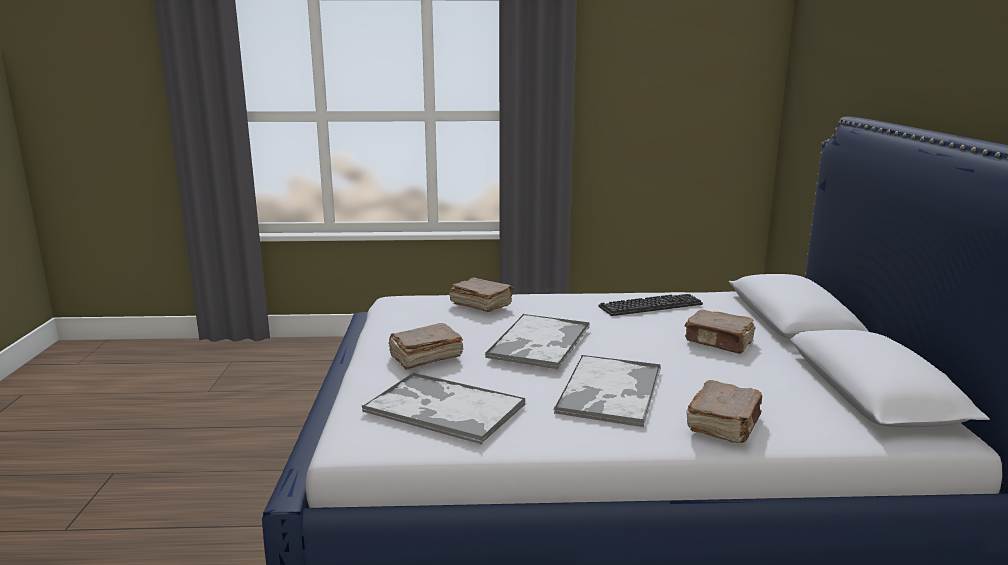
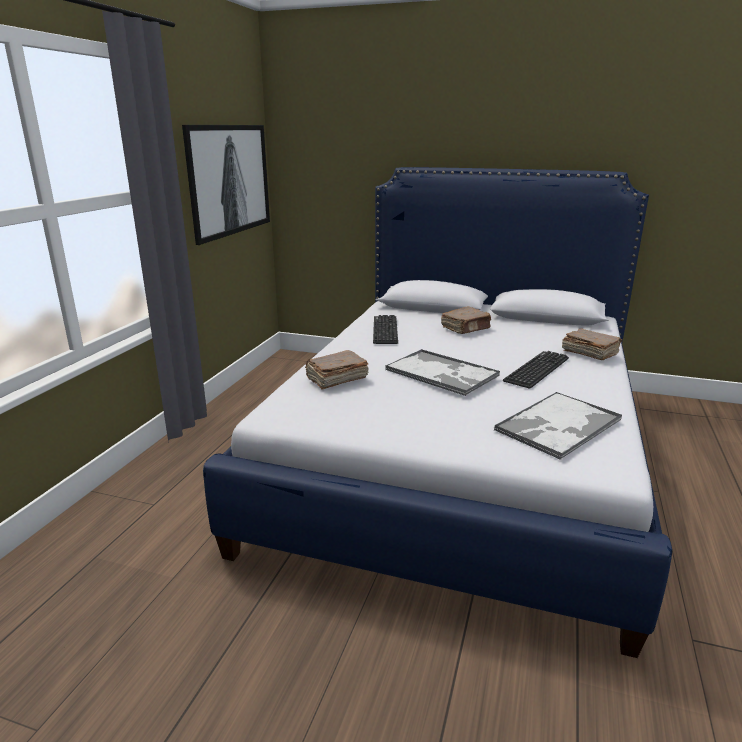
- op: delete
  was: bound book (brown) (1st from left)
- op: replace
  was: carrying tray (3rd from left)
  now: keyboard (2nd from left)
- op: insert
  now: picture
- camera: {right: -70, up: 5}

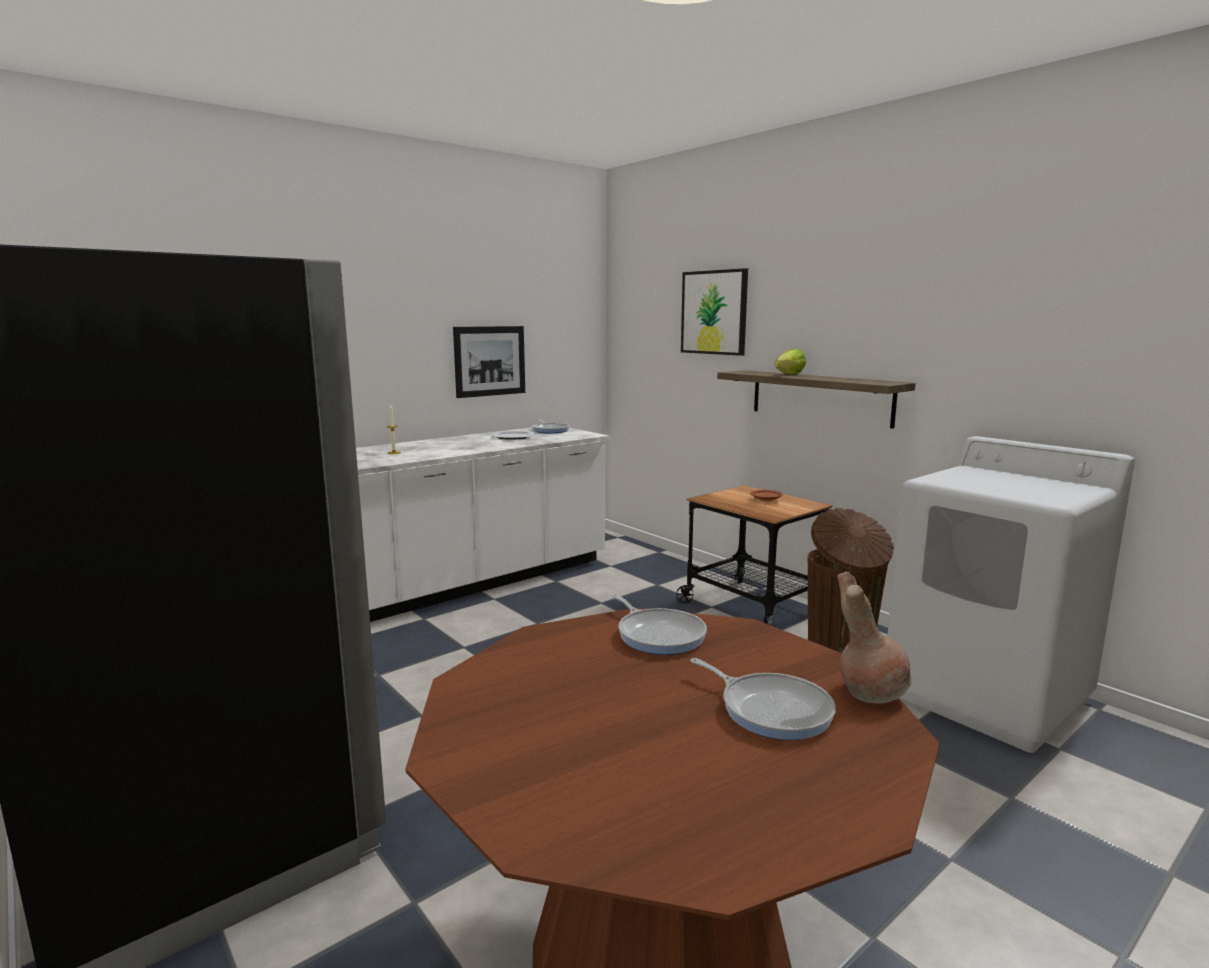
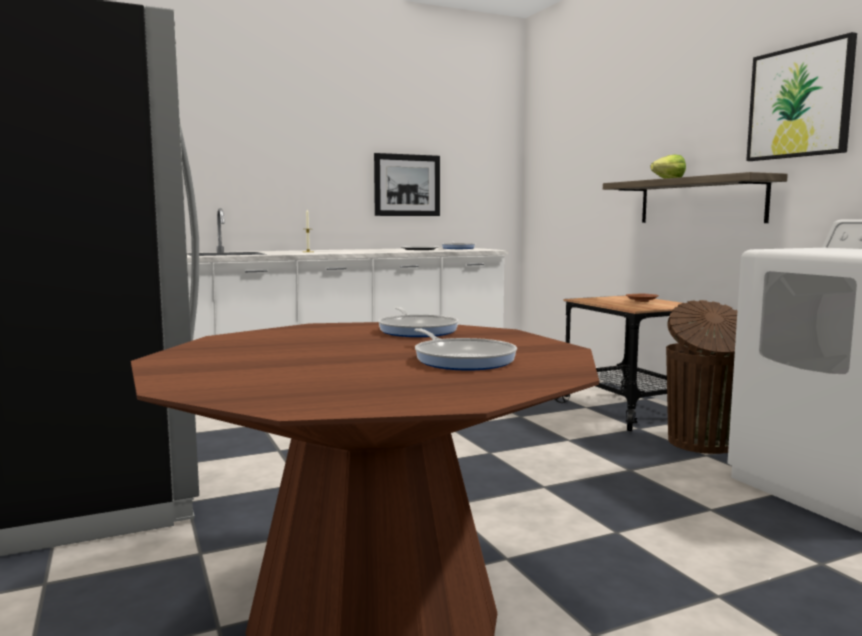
- op: move
  was: picture (2nd from left)
- op: delete
  was: decorative vase (brown)
- camera: {right: 15, up: -5}

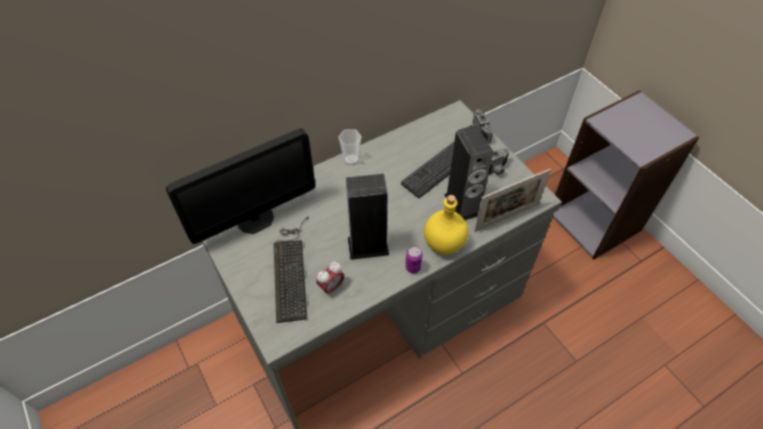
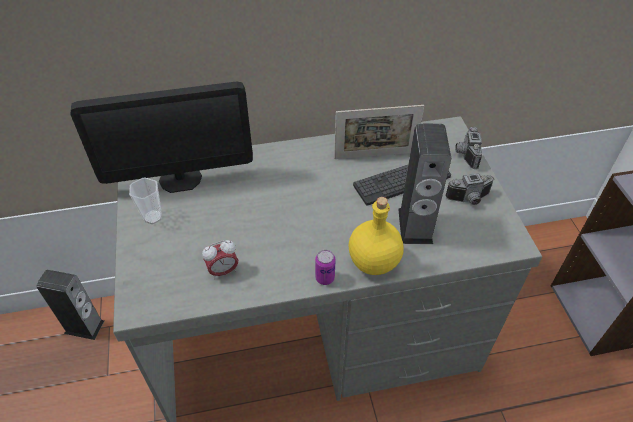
- op: delete
  was: keyboard (1st from left)
- op: move
  was: cup
- op: move
  was: loudspeaker (1st from left)
- op: move
  was: photo frame
- camera: {right: 20, up: -5}

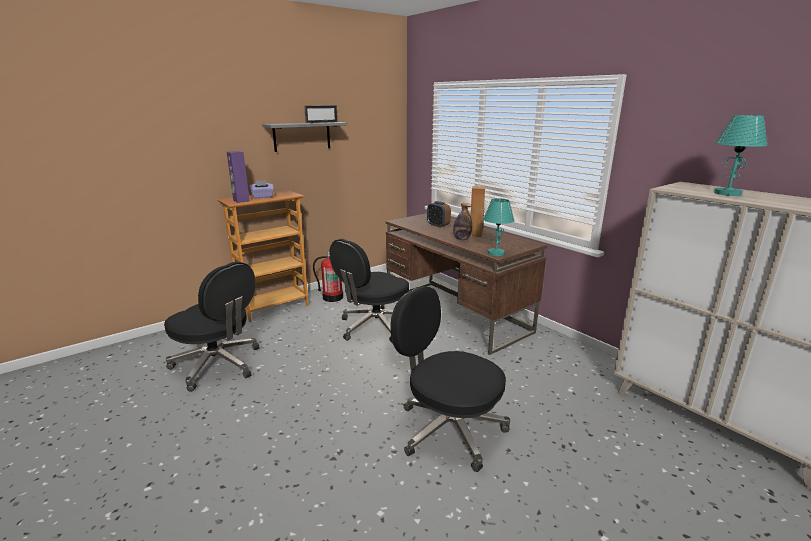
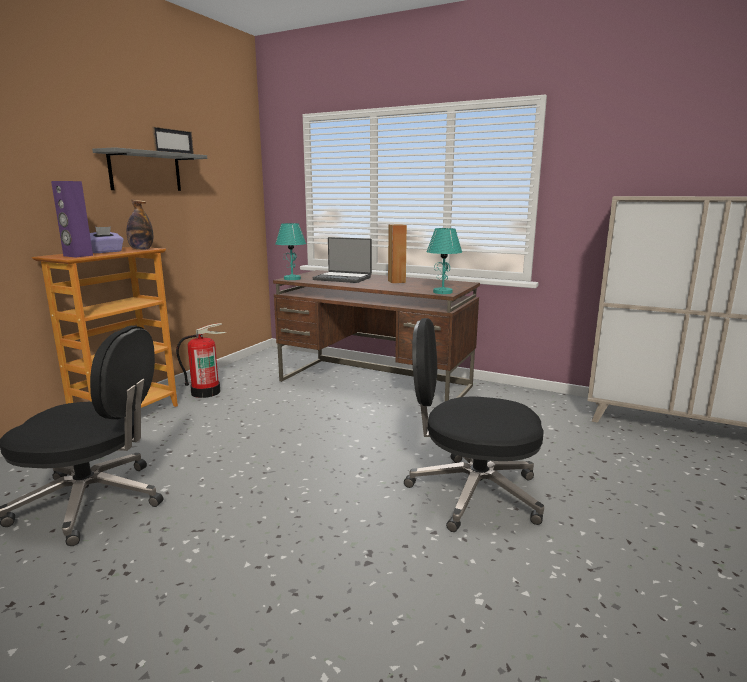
- op: delete
  was: desk chair (blackish) (2nd from left)
- op: replace
  was: bedside clock
  now: notebook computer
- op: move
  was: bottle
- op: move
  was: table lamp (turquoise-coloured) (2nd from left in the first image)
  now: table lamp (turquoise-coloured) (1st from left)
- camera: {right: -25, up: -5}

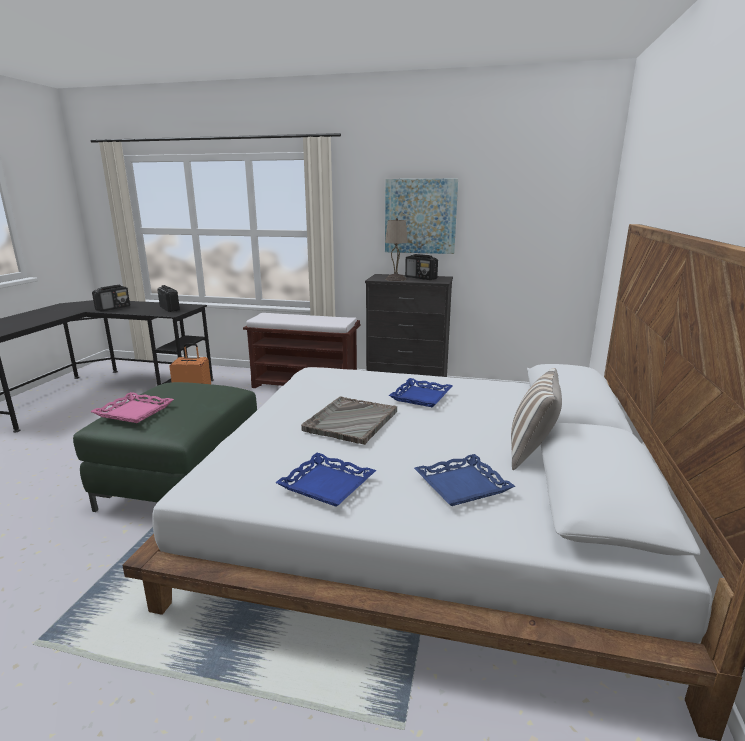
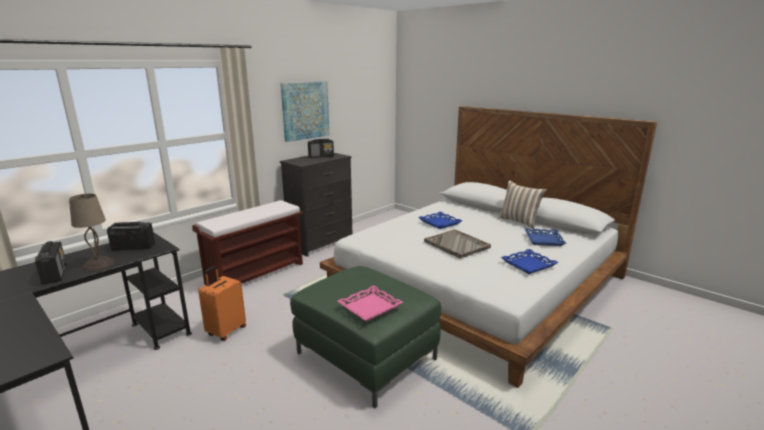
- op: move
  was: table lamp (beige)
- camera: {right: -60, up: 0}

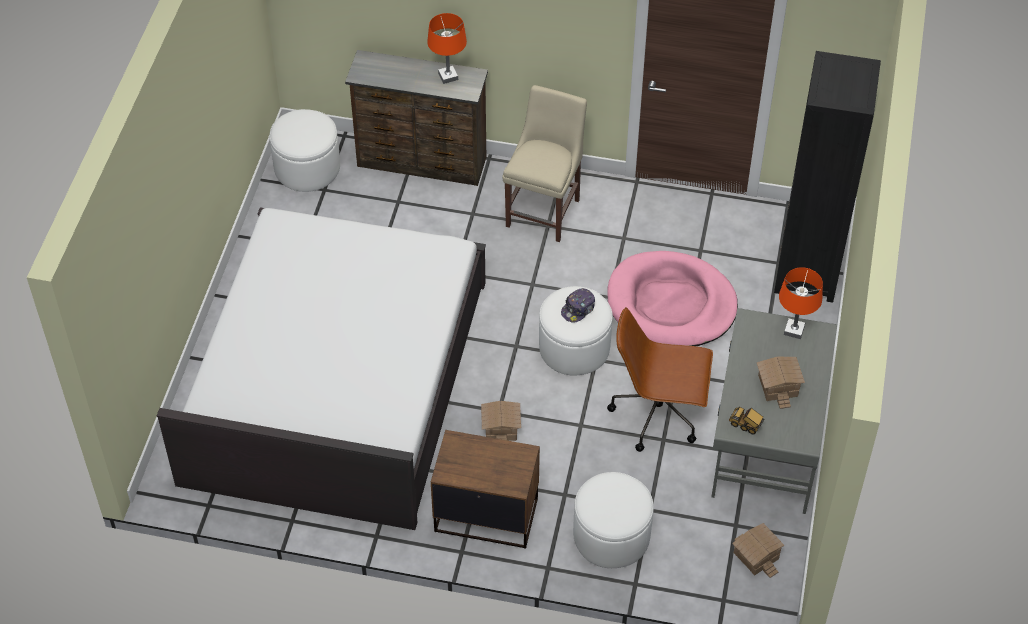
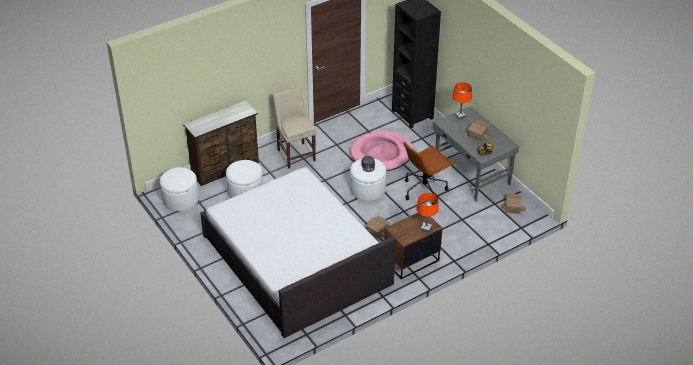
- op: move
  was: table lamp (orange) (1st from left)
- op: move
  was: footrest (white) (3rd from left in the first image)
  now: footrest (white) (2nd from left)
- camera: {right: -45, up: -10}

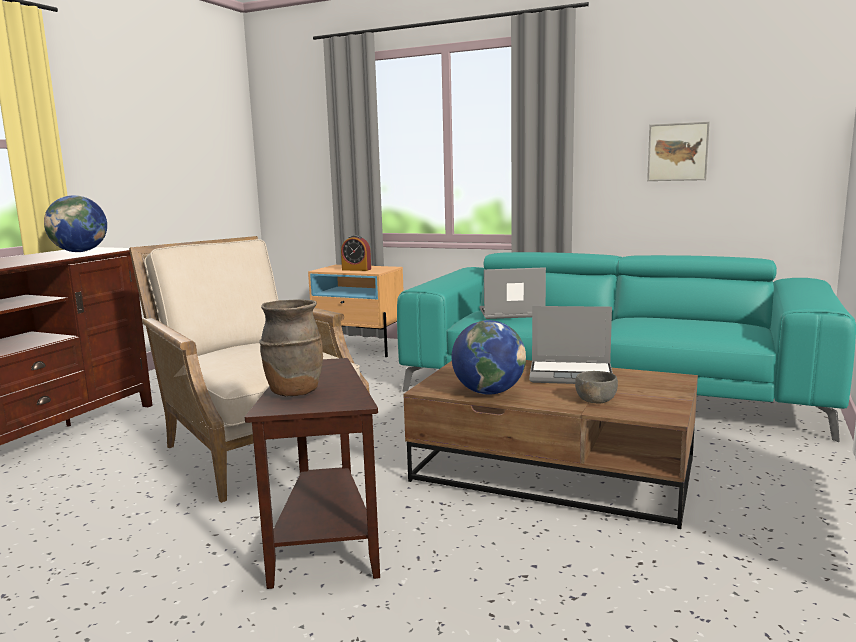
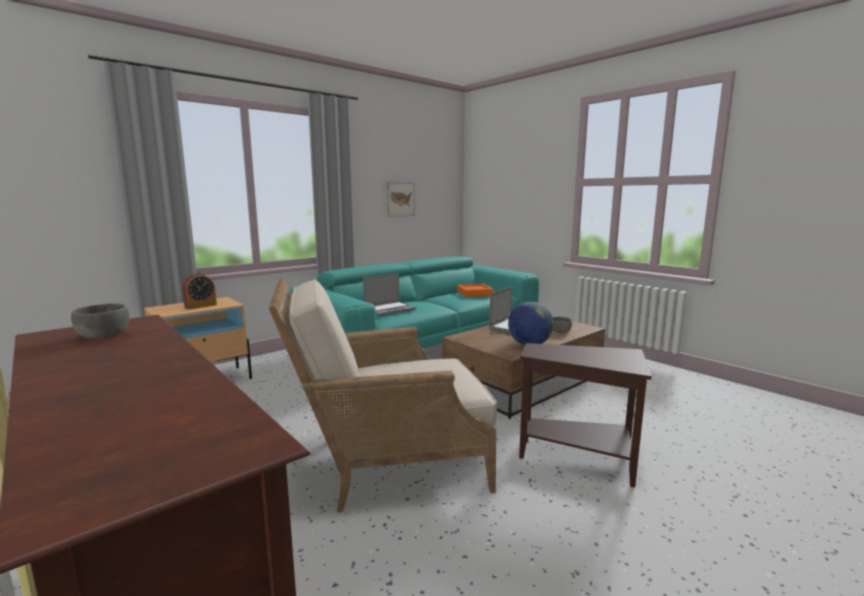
- op: replace
  was: globe (1st from left)
  now: bowl (grey) (1st from left)
- op: delete
  was: decorative vase (brown)
- op: rotate
  was: notebook computer (1st from left)
  clockwise: -150
- op: insert
  now: carrying tray (orange)
- camera: {right: -65, up: 0}

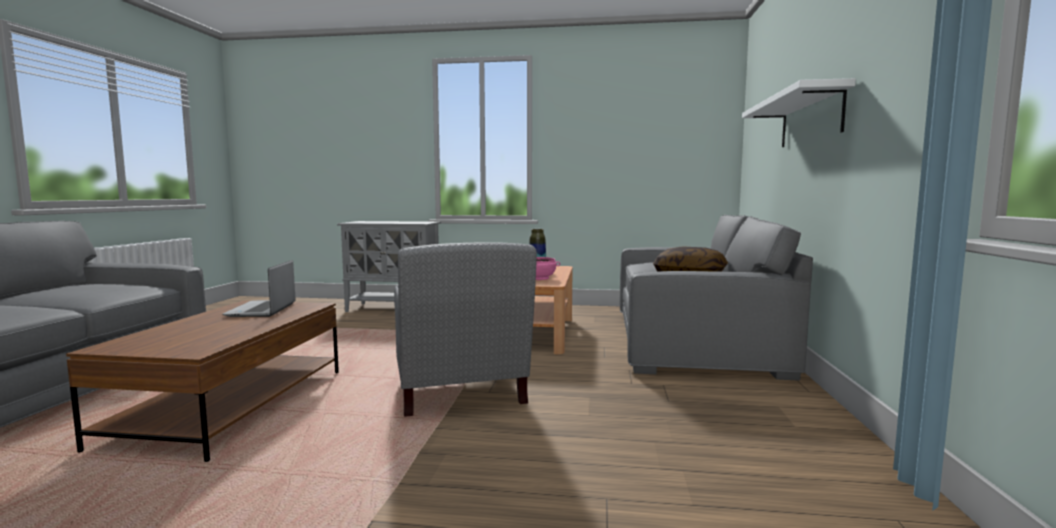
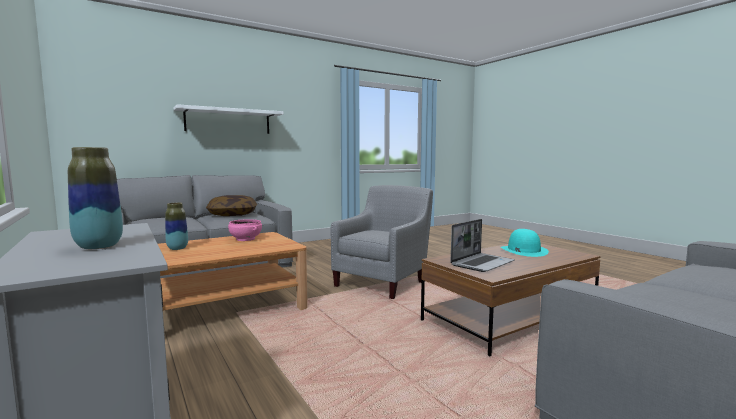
- op: insert
  now: decorative vase (1st from left)
- op: insert
  now: wearable hat (turquoise-coloured)
- camera: {right: -130, up: 0}

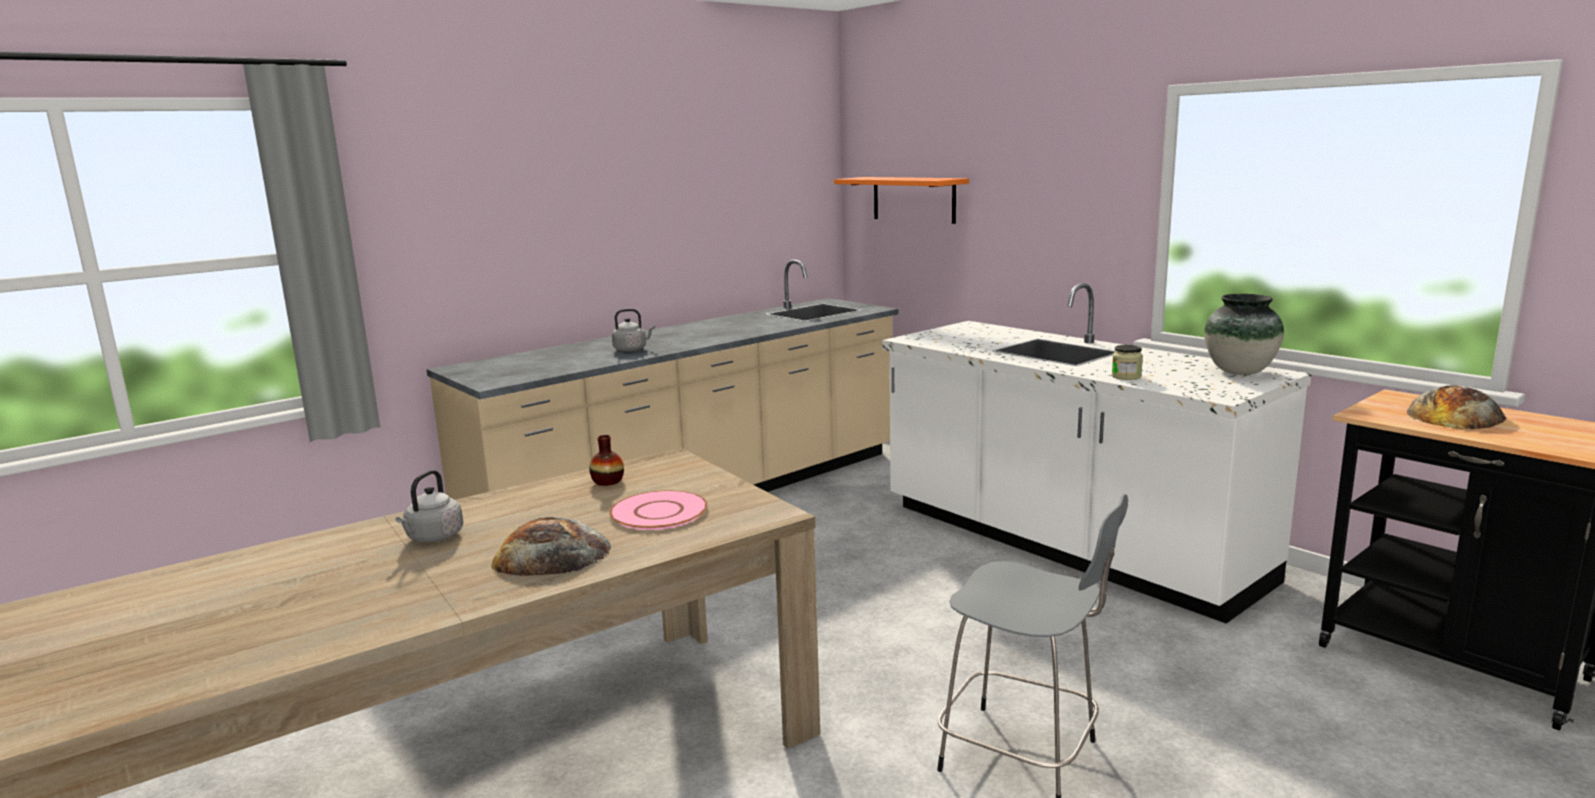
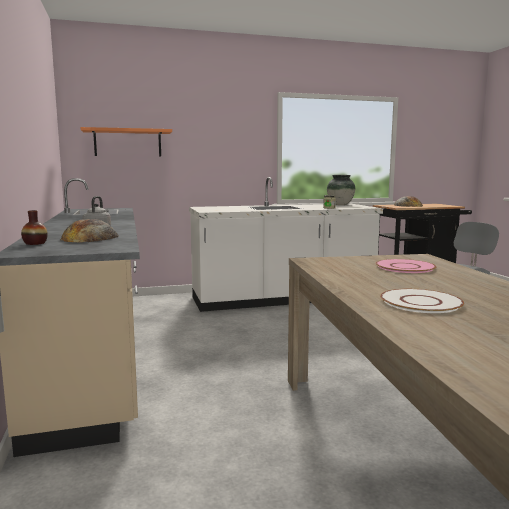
- op: replace
  was: water kettle (grey) (1st from left)
  now: flat dish (white)
- op: move
  was: bread (1st from left)
- op: move
  was: decorative vase (1st from left)
- camera: {right: -65, up: -5}

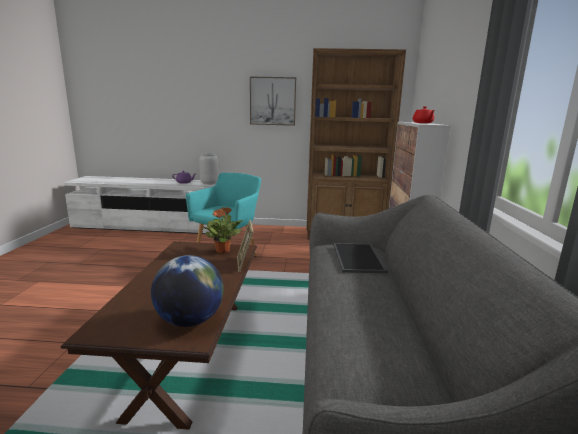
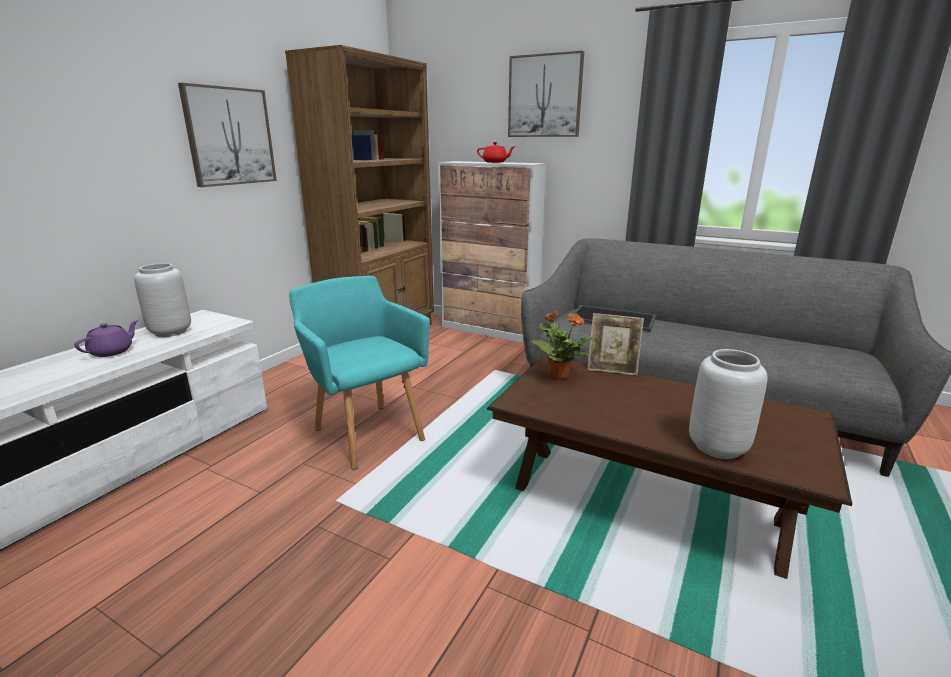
- op: delete
  was: globe
- op: insert
  now: picture (2nd from left)
- op: insert
  now: decorative vase (grey) (2nd from left)
- camera: {right: -65, up: 5}

